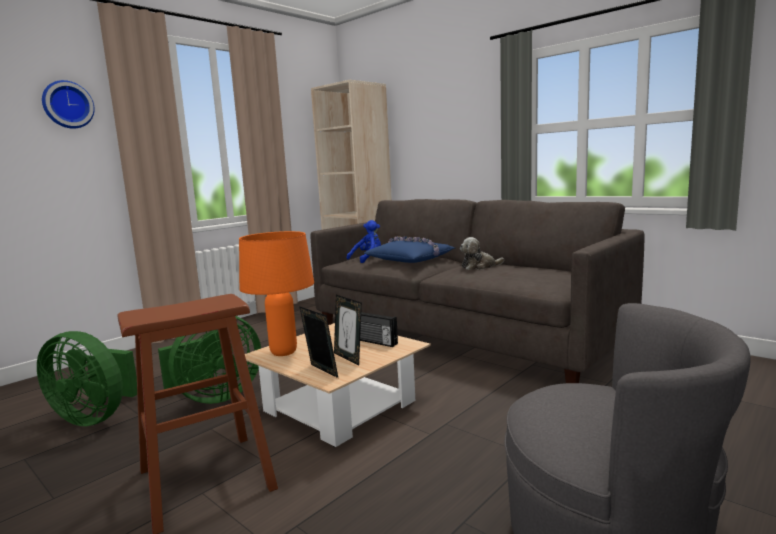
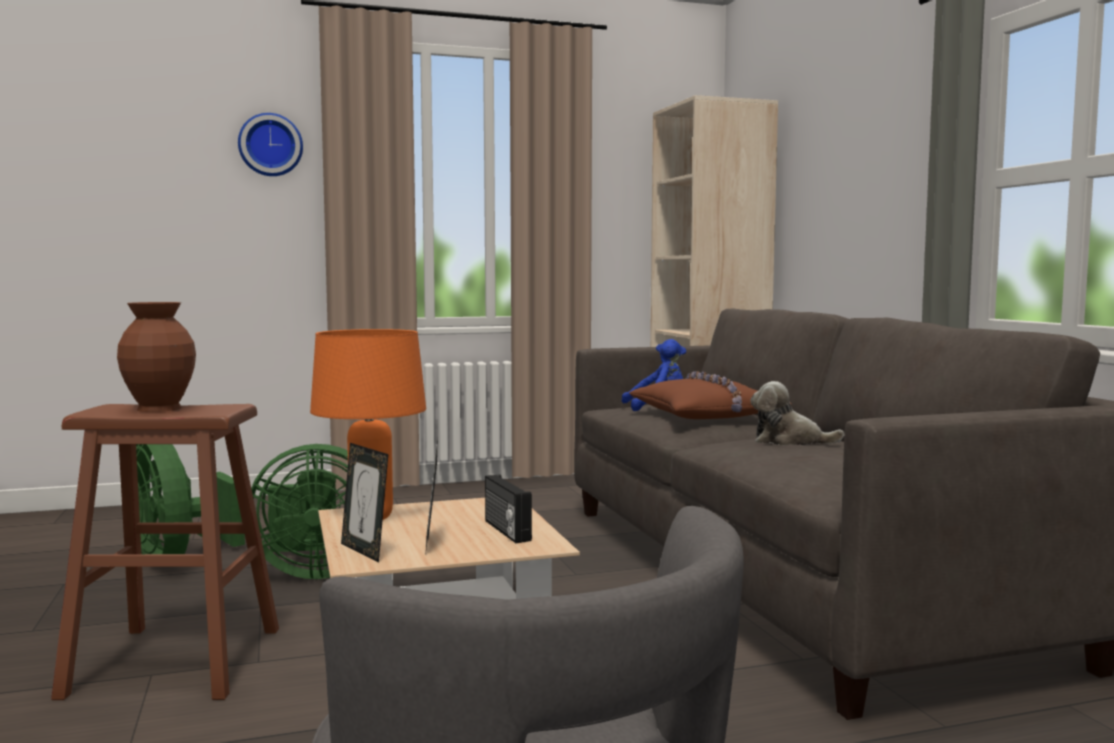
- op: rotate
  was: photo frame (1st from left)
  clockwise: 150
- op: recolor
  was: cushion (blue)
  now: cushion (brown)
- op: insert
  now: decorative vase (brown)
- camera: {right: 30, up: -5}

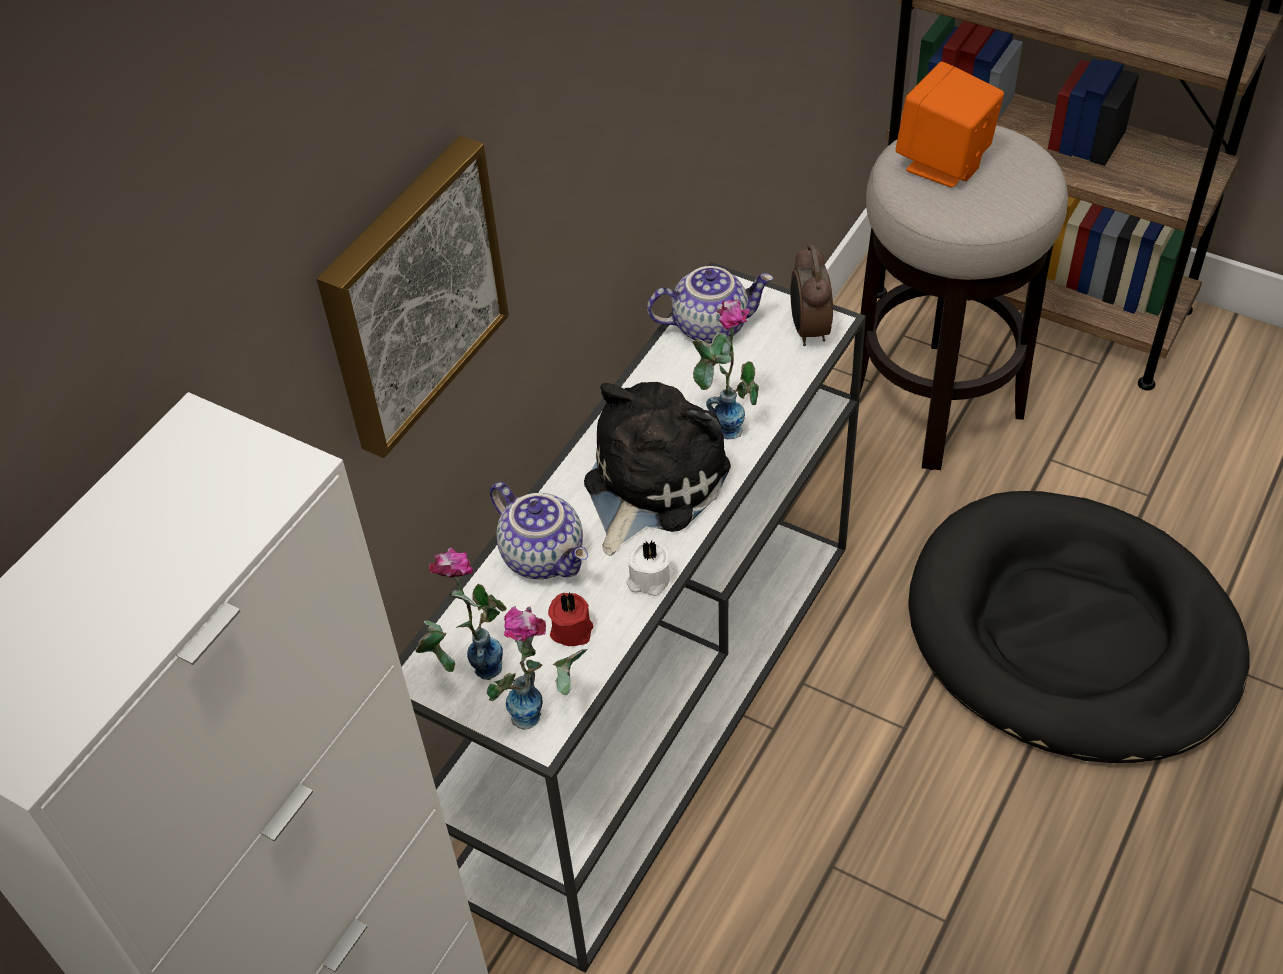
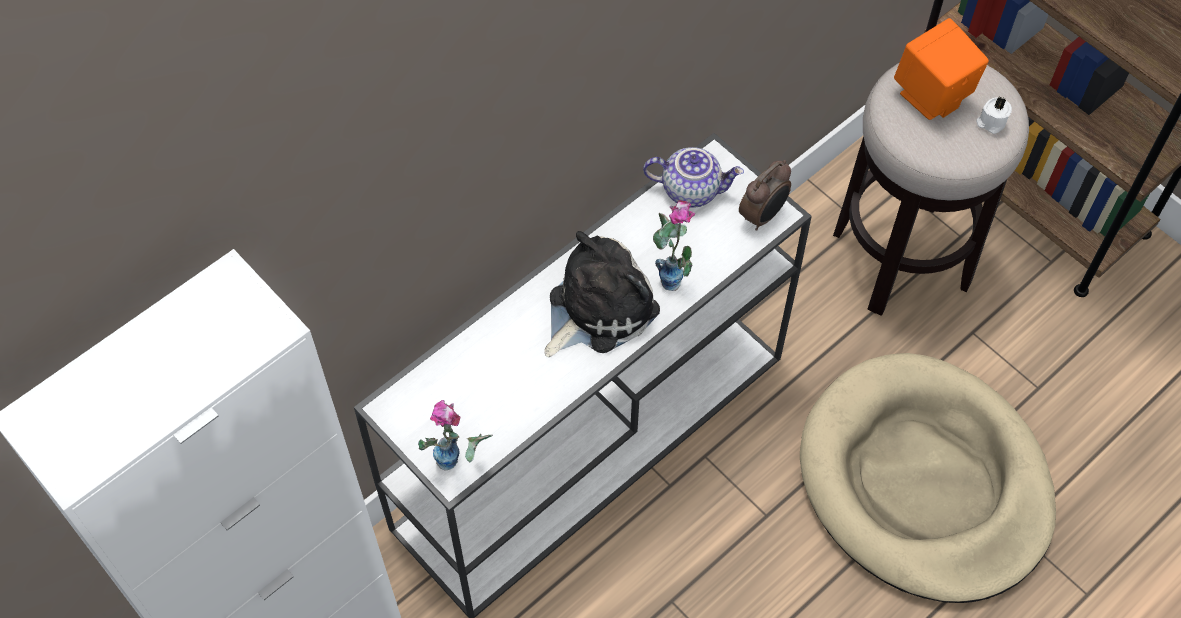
- op: delete
  was: picture
- op: delete
  was: decorative vase (1st from left)
- op: delete
  was: tea pot (1st from left)
- op: delete
  was: candle (reddish)
- op: move
  was: candle (white)
- op: rotate
  was: bedside clock
  clockwise: -150
- op: recolor
  was: pet bed (blackish)
  now: pet bed (beige)
- camera: {right: 15, up: 10}

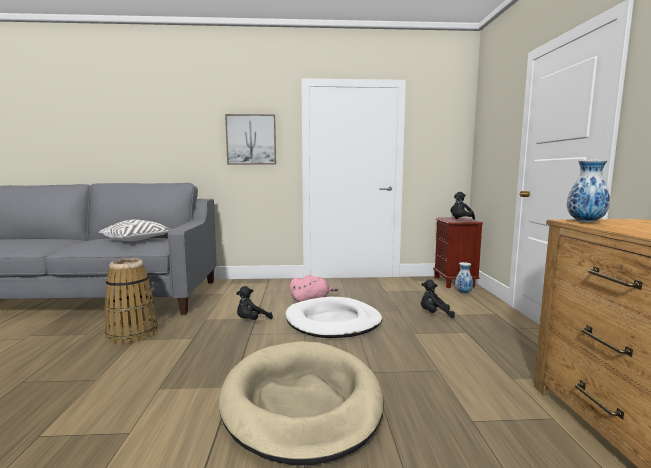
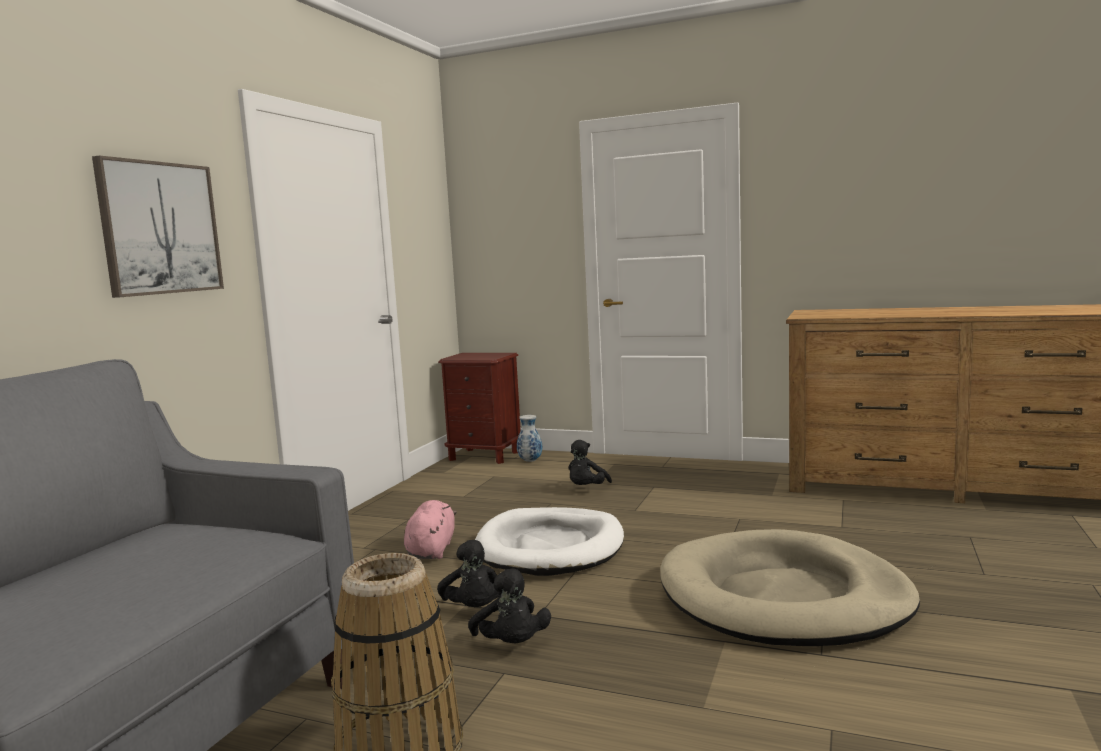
- op: delete
  was: cushion (white)
- op: move
  was: cuddly toy (blackish) (3rd from left in the first image)
  now: cuddly toy (blackish) (2nd from left)
- op: delete
  was: decorative vase (2nd from left)
- camera: {right: -65, up: 0}

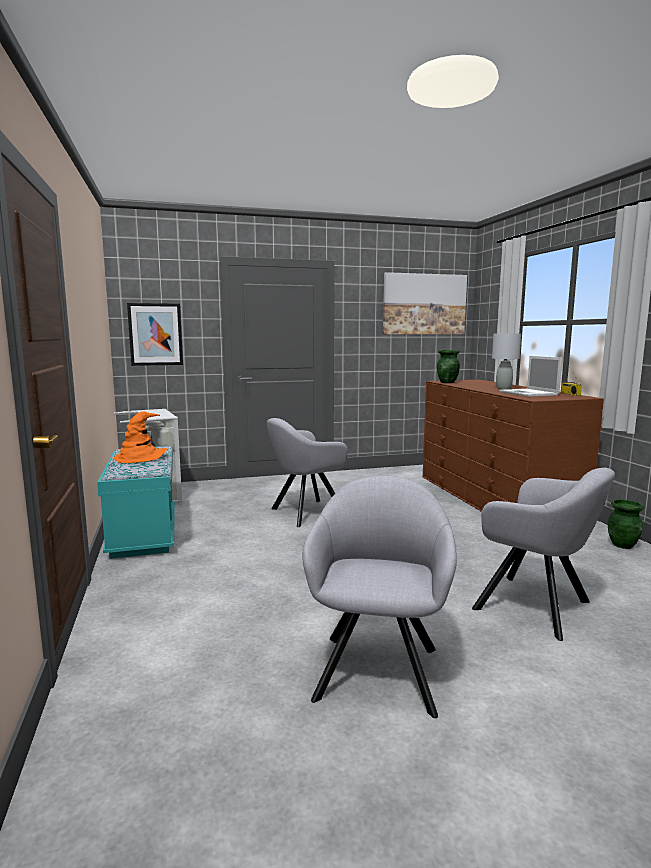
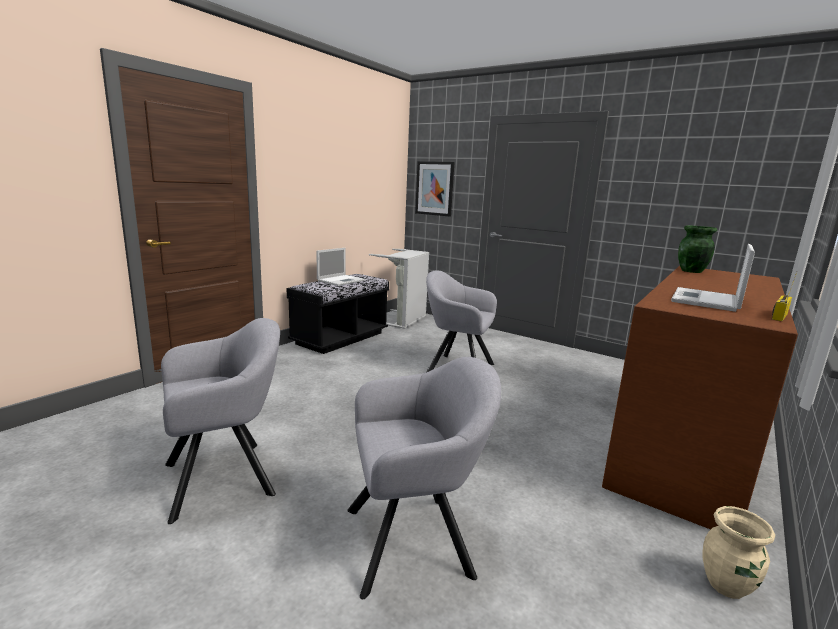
- op: recolor
  was: indoor bench (turquoise-coloured)
  now: indoor bench (blackish)
- op: replace
  was: wearable hat (orange)
  now: notebook computer (1st from left)
- op: delete
  was: picture (2nd from left)
- op: rotate
  was: lounge chair (grey) (3rd from left in the first image)
  clockwise: -105
- op: delete
  was: table lamp (grey)
- op: recolor
  was: decorative vase (green-coloured) (2nd from left)
  now: decorative vase (beige)
- camera: {right: 50, up: 5}

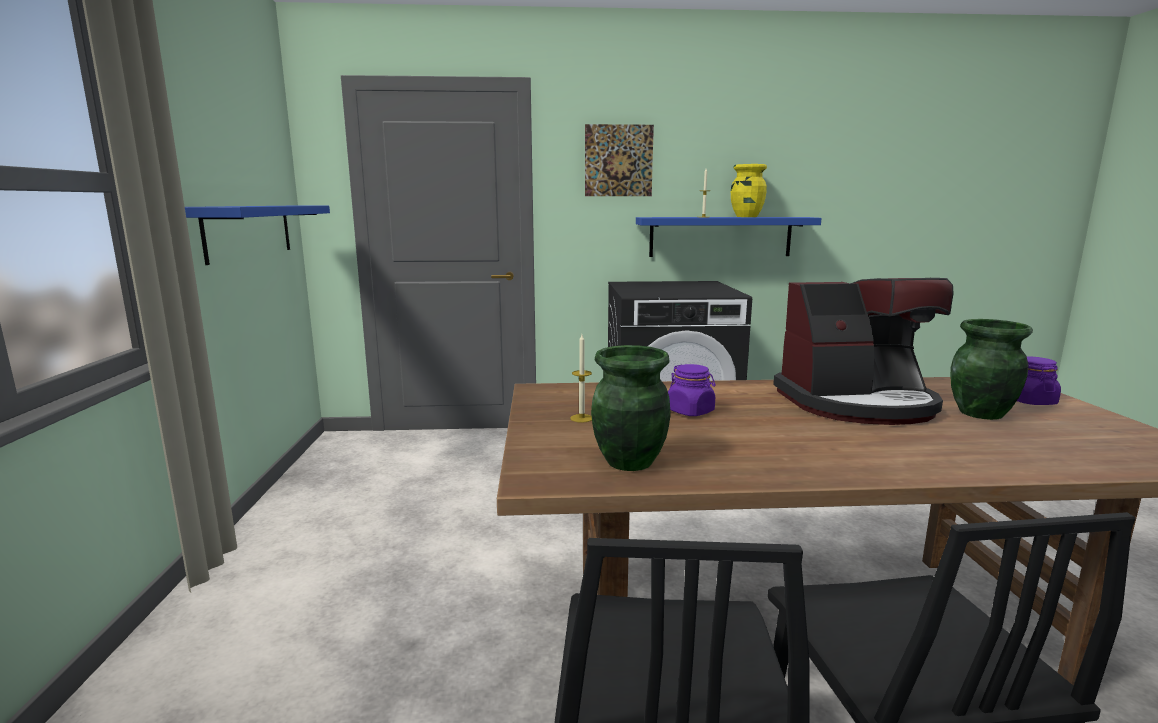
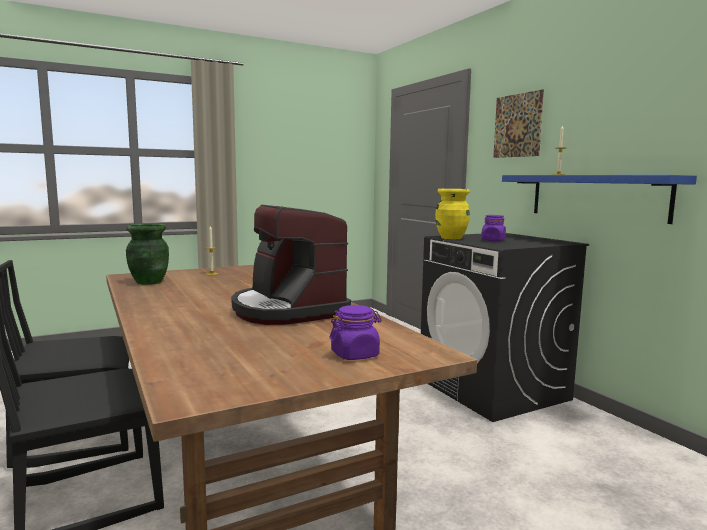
- op: delete
  was: bracket shelf (blue) (1st from left)
- op: move
  was: storage jar (purple) (1st from left in the first image)
  now: storage jar (purple) (2nd from left)
- op: move
  was: decorative vase (yellow)
- op: delete
  was: decorative vase (green-coloured) (2nd from left)
- camera: {right: 65, up: -5}

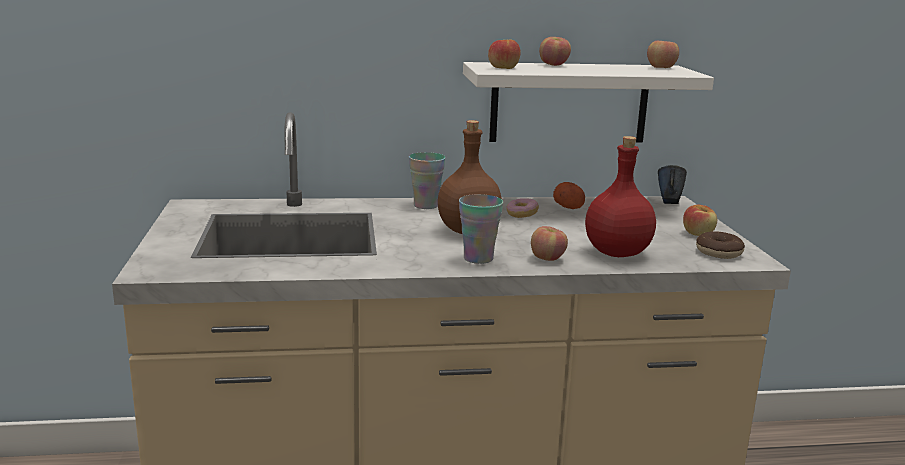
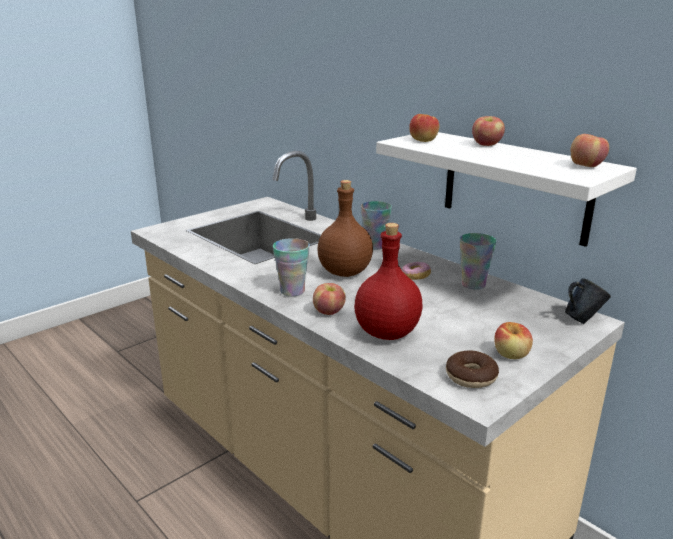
- op: replace
  was: spud
  now: cup (3rd from left)
- camera: {right: 55, up: 5}

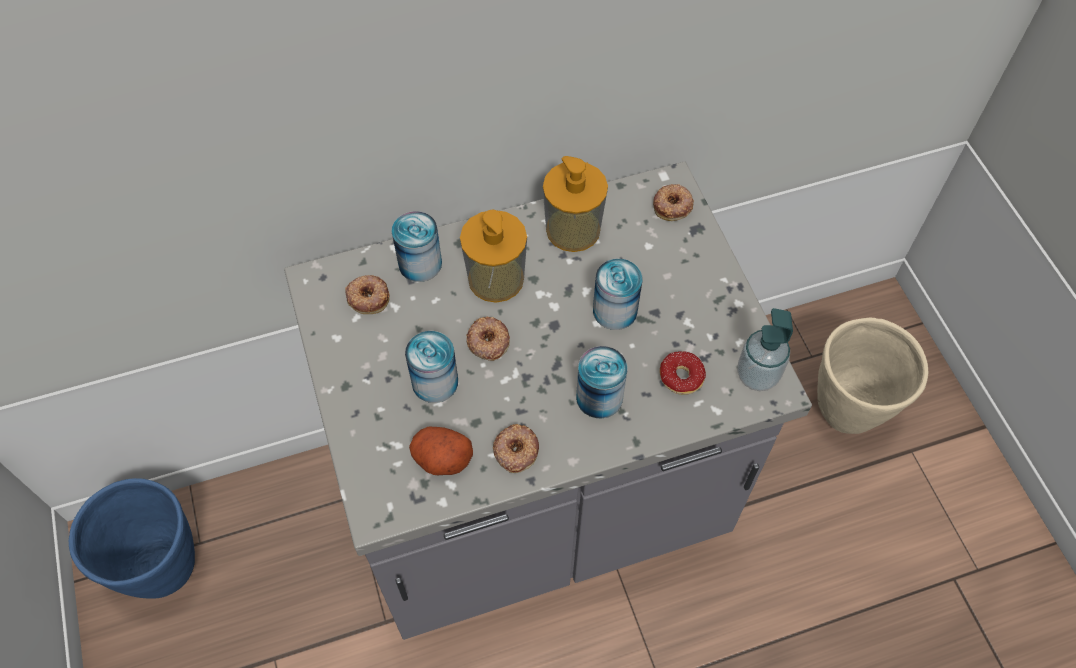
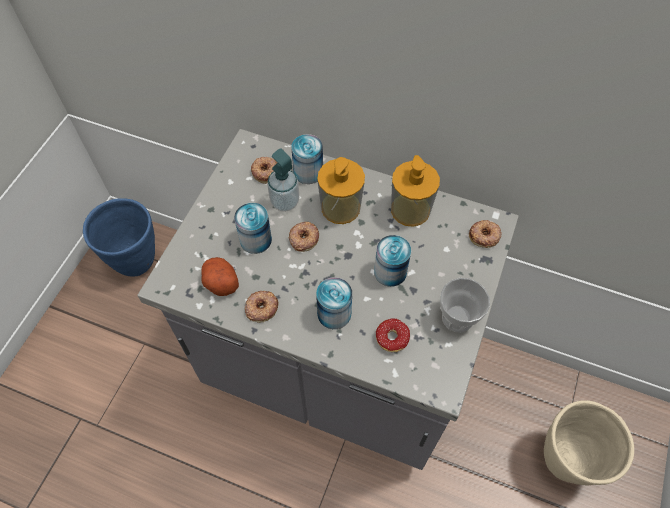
- op: move
  was: liquid soap bottle (3rd from left in the first image)
  now: liquid soap bottle (1st from left)
- op: insert
  now: cup
- camera: {right: 40, up: 0}

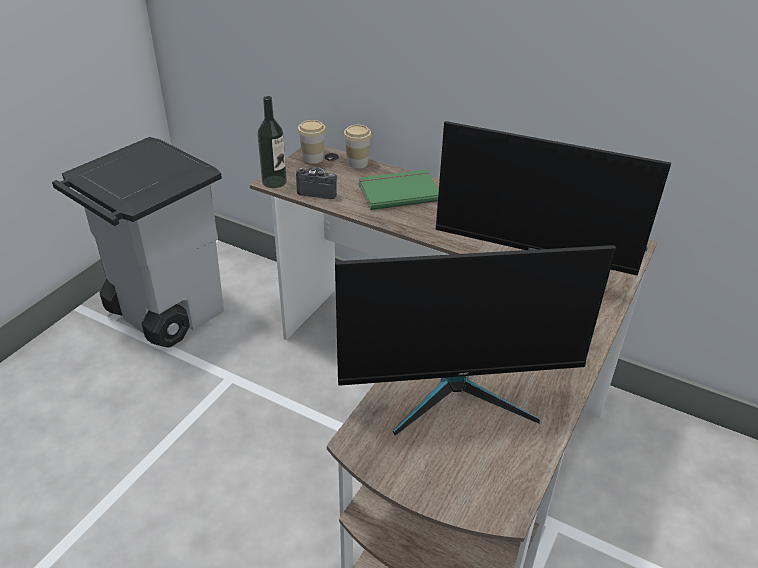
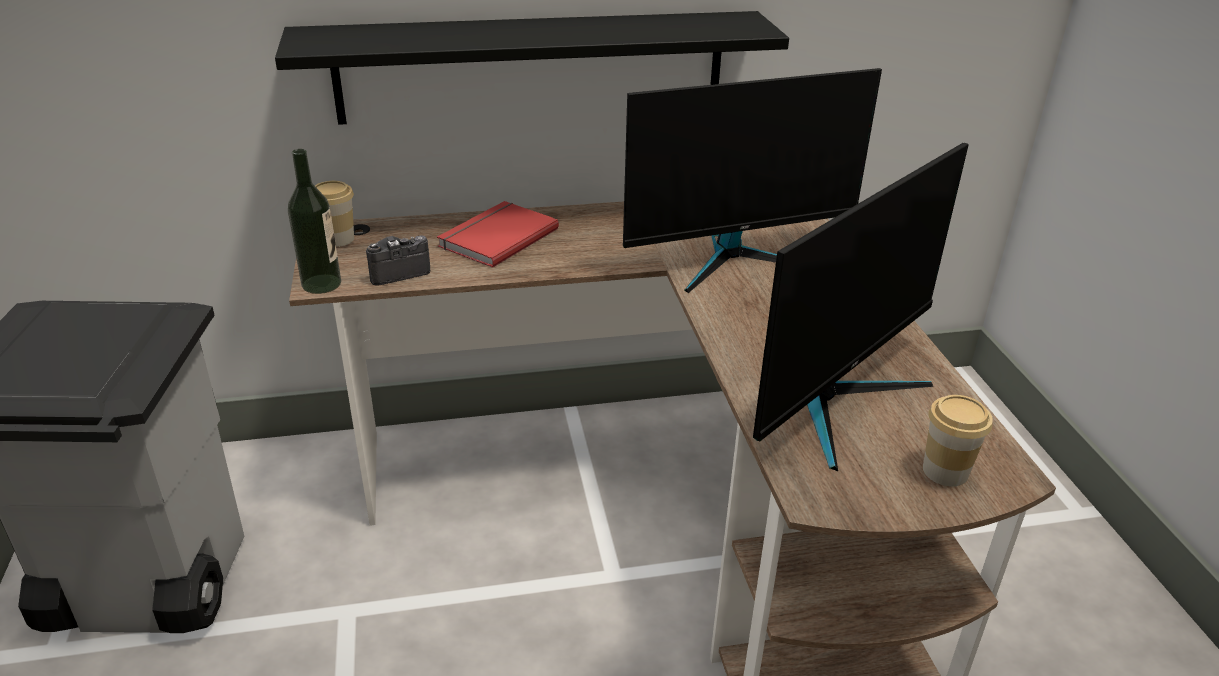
- op: move
  was: cup (2nd from left)
- op: recolor
  was: bound book (green-coloured)
  now: bound book (reddish)
- op: insert
  now: bracket shelf (blackish)
- camera: {right: -40, up: -5}

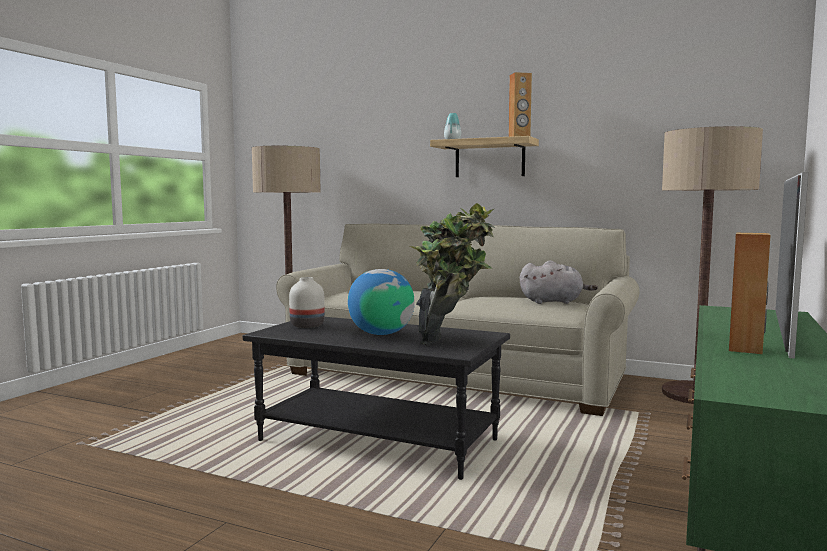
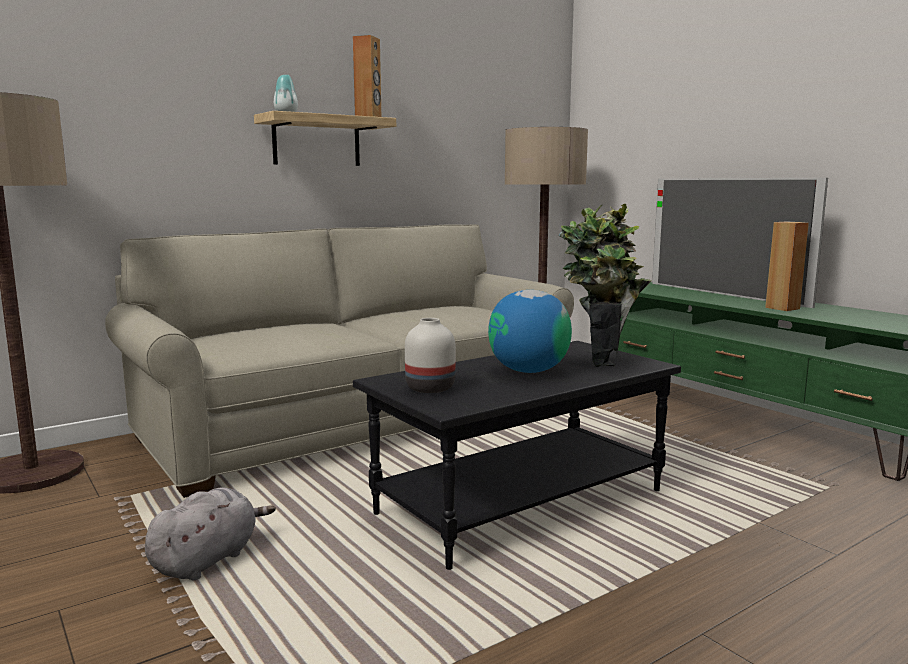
- op: move
  was: cuddly toy (grey)
- camera: {right: -60, up: 5}

